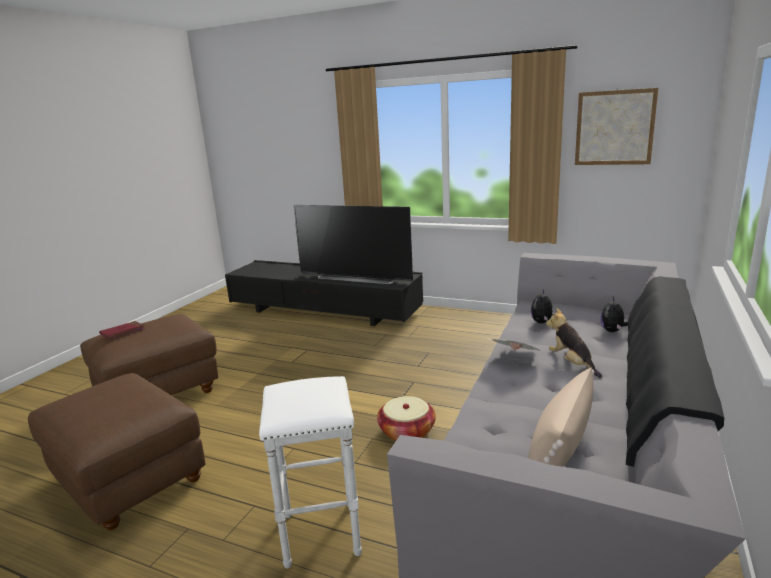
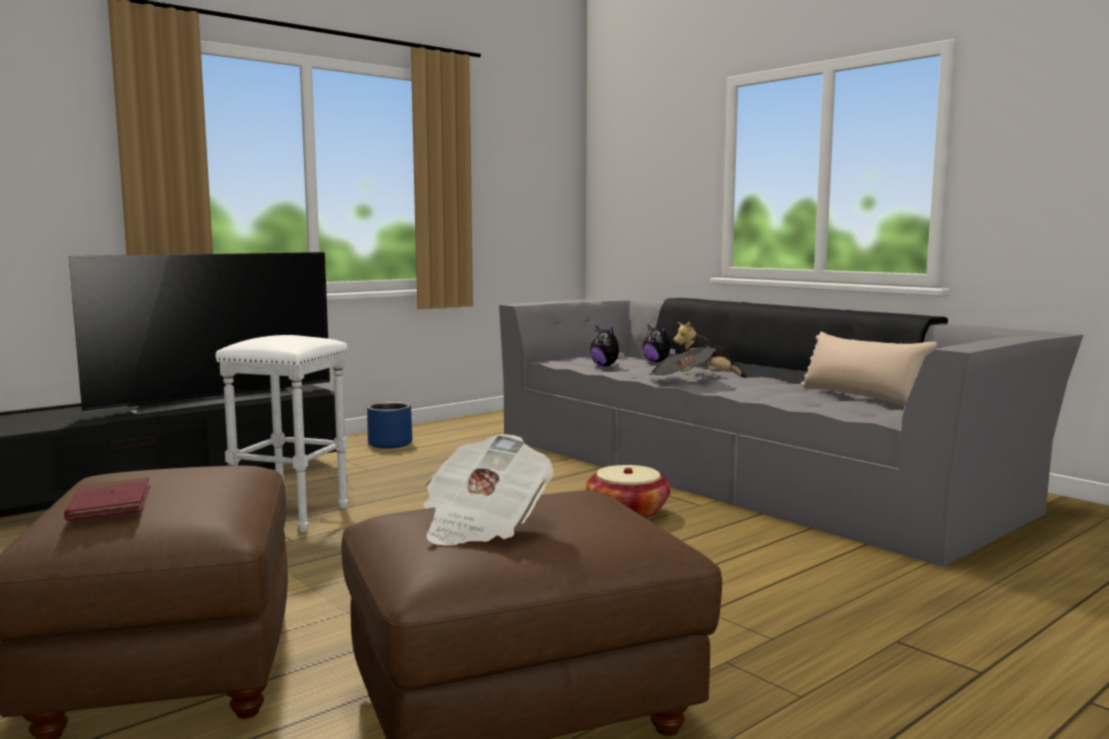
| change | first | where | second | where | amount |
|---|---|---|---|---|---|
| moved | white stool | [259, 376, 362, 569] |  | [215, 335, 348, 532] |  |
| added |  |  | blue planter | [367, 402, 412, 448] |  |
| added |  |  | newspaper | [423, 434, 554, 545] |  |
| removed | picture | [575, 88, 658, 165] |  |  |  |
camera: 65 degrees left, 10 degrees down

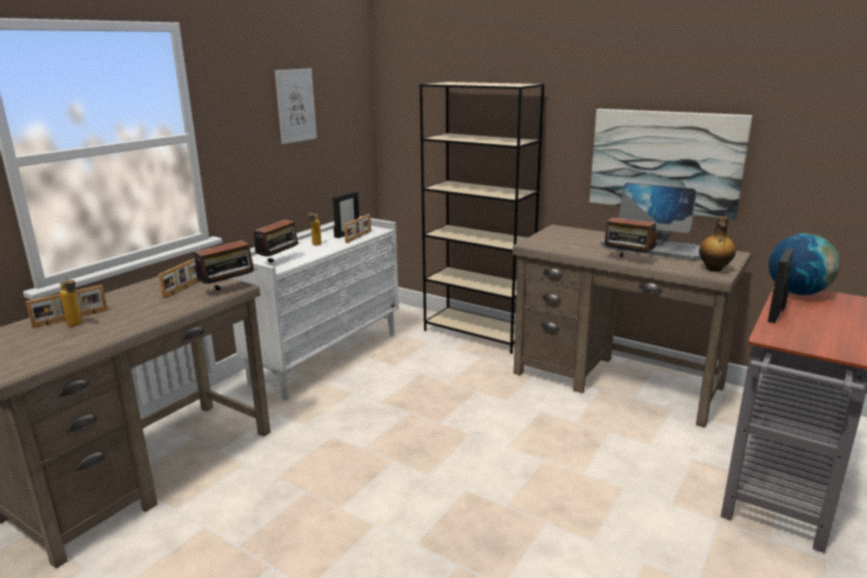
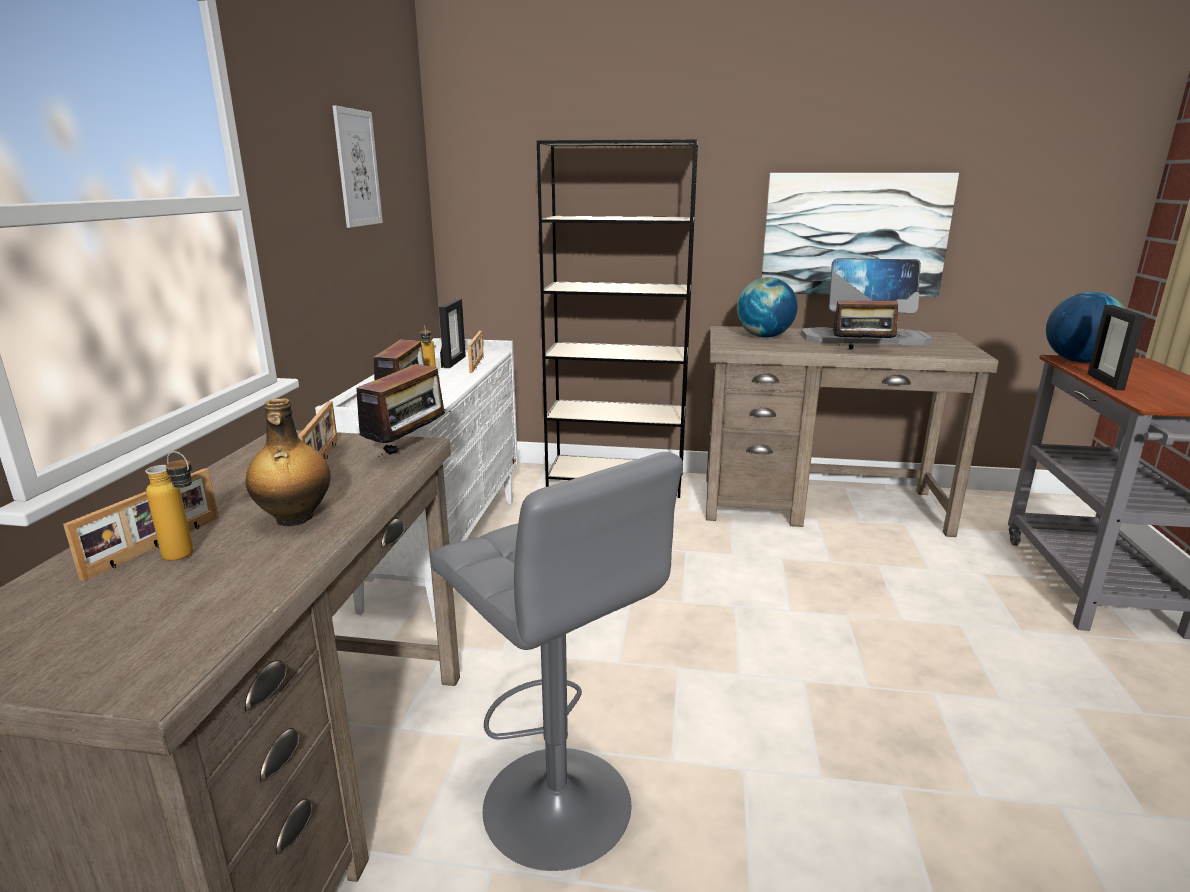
| change | first | where | second | where | amount |
|---|---|---|---|---|---|
| moved | bottle | [699, 216, 736, 272] |  | [246, 398, 330, 527] |  |
| added |  |  | grey stool | [431, 452, 683, 871] |  |
| added |  |  | globe | [737, 277, 798, 338] |  |
camera: 25 degrees left, 0 degrees up

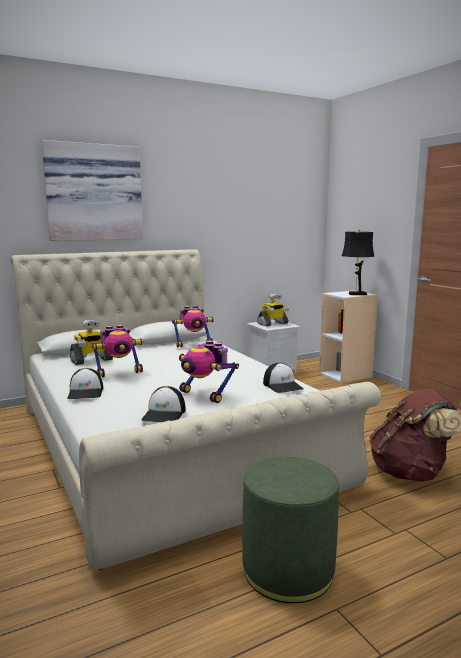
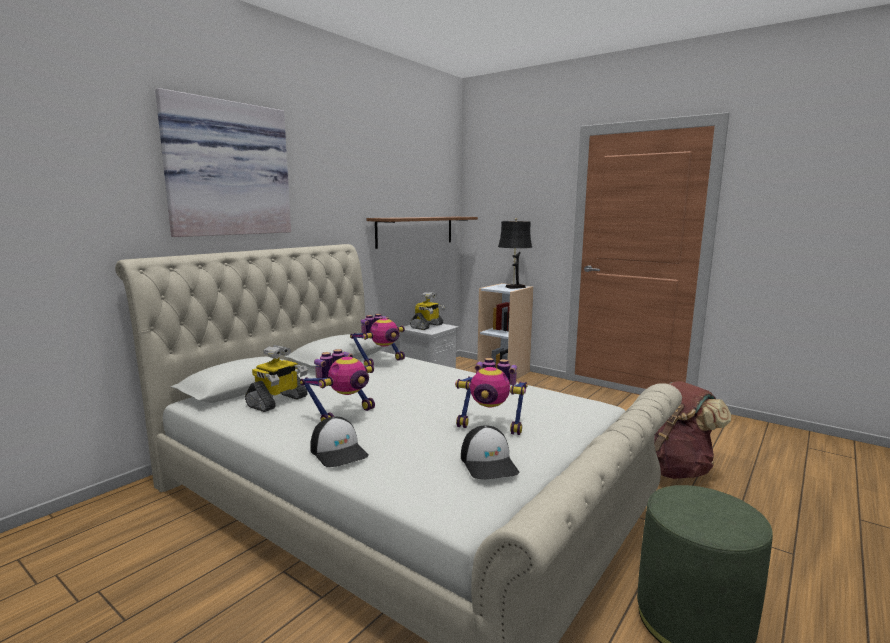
| change | first | where | second | where | amount |
|---|---|---|---|---|---|
| added |  |  | shelf | [367, 217, 478, 249] |  |
| removed | cap | [263, 363, 304, 393] |  |  |  |
camera: 25 degrees left, 0 degrees up

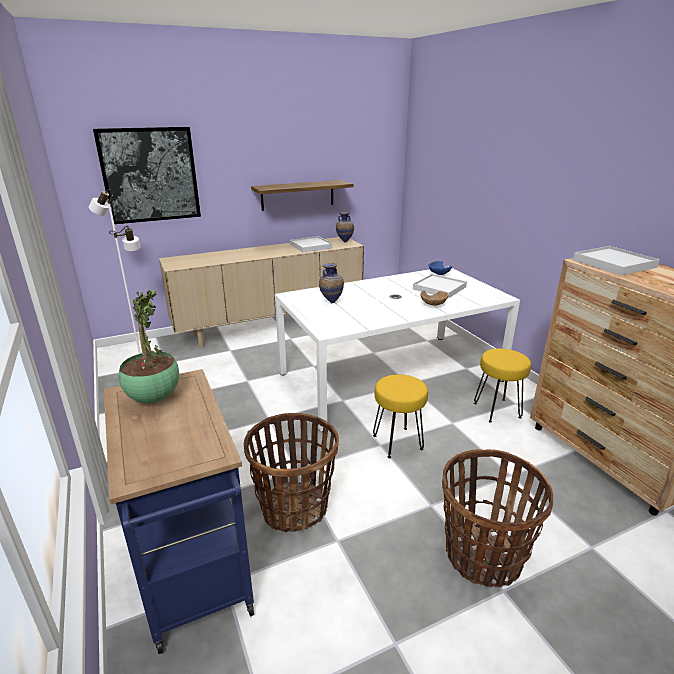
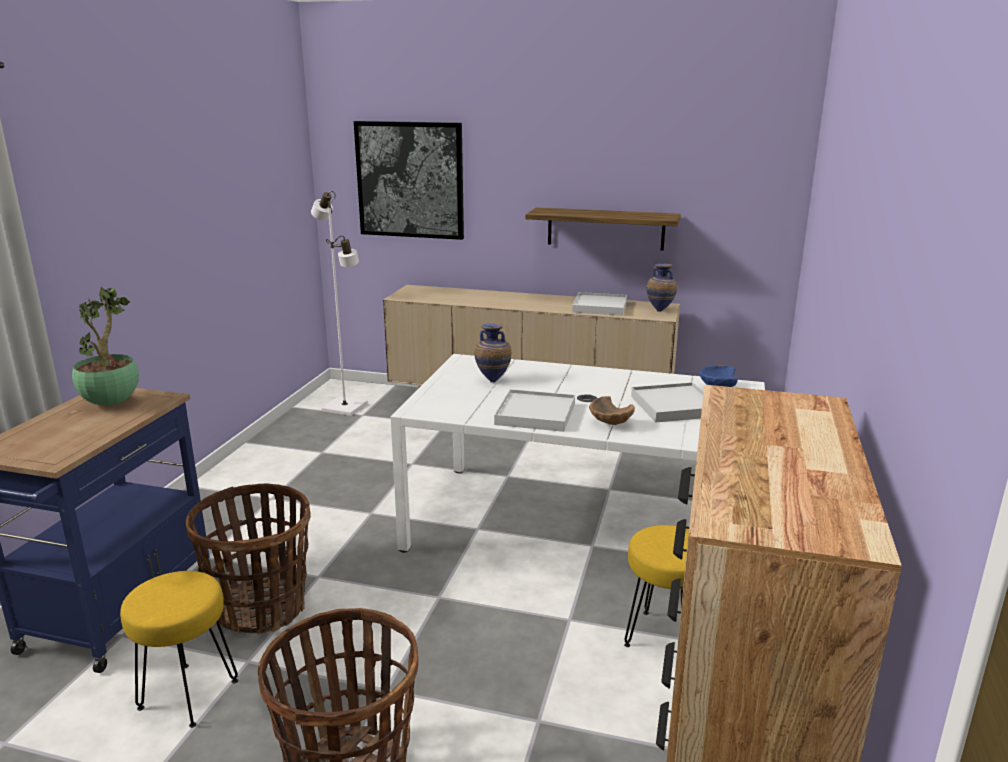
| change | first | where | second | where | amount |
|---|---|---|---|---|---|
| moved | yellow stool | [373, 374, 428, 458] |  | [120, 571, 238, 728] |  |
| moved | white tray | [573, 246, 660, 276] |  | [494, 389, 575, 432] |  |
camera: 40 degrees right, 5 degrees down

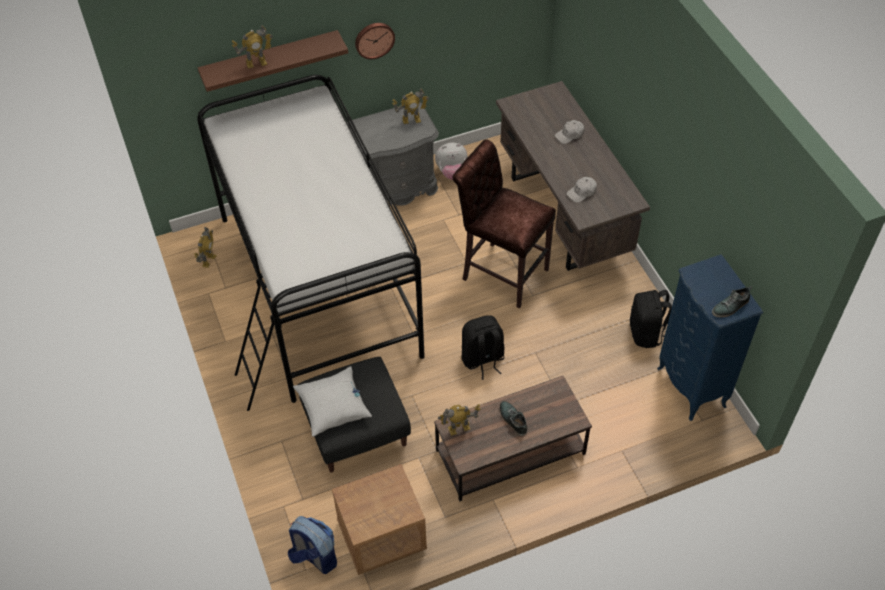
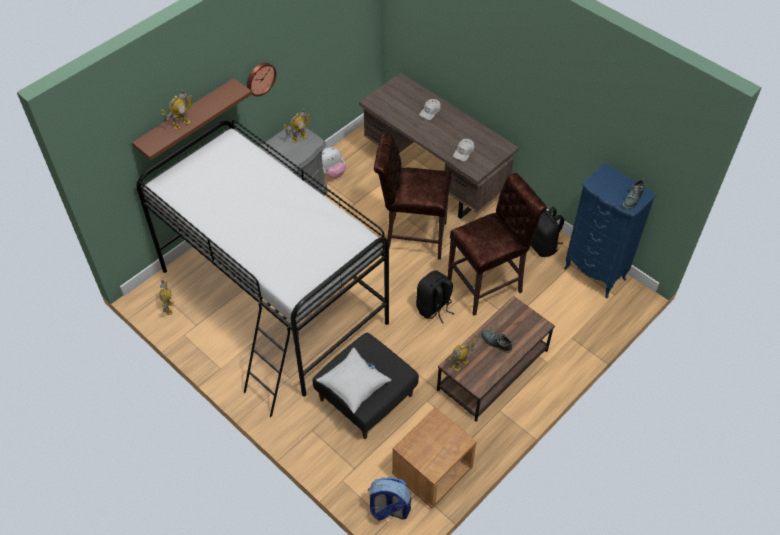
| change | first | where | second | where | amount |
|---|---|---|---|---|---|
| added |  |  | brown stool | [448, 173, 547, 315] |  |
camera: 25 degrees left, 0 degrees up

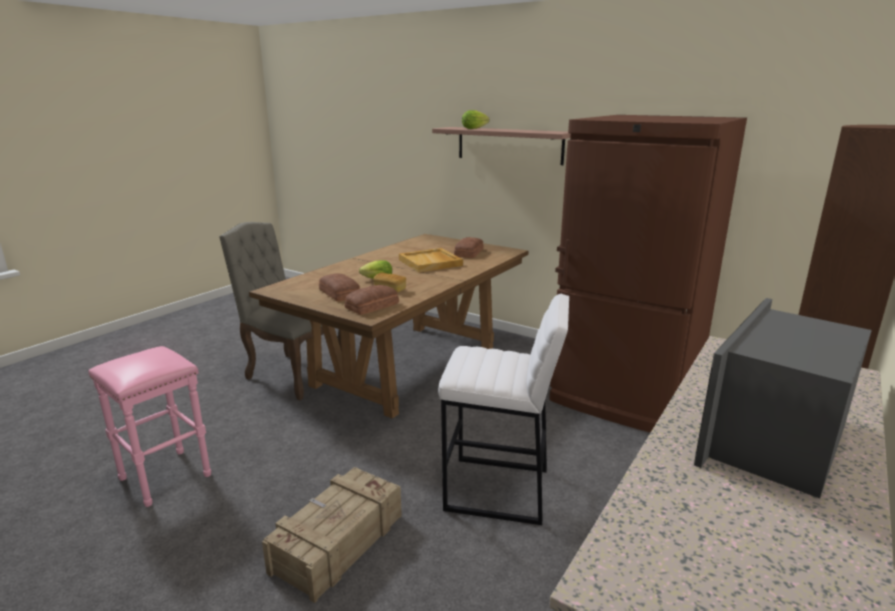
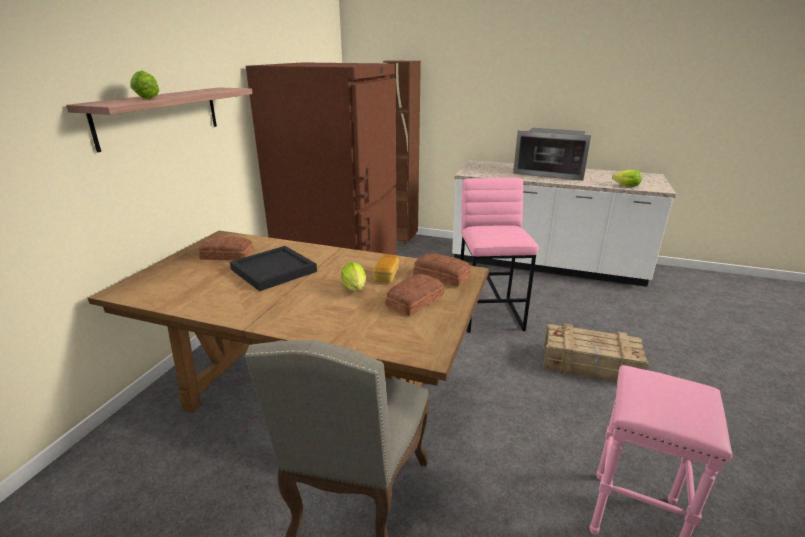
| change | first | where | second | where | amount |
|---|---|---|---|---|---|
| recoloured | beige tray | [399, 248, 463, 273] | black tray | [230, 246, 317, 291] |  |
| recoloured | white stool | [438, 294, 569, 525] | pink stool | [460, 178, 538, 333] |  |
| added |  |  | lettuce | [612, 170, 642, 187] |  |
camera: 105 degrees left, 5 degrees up

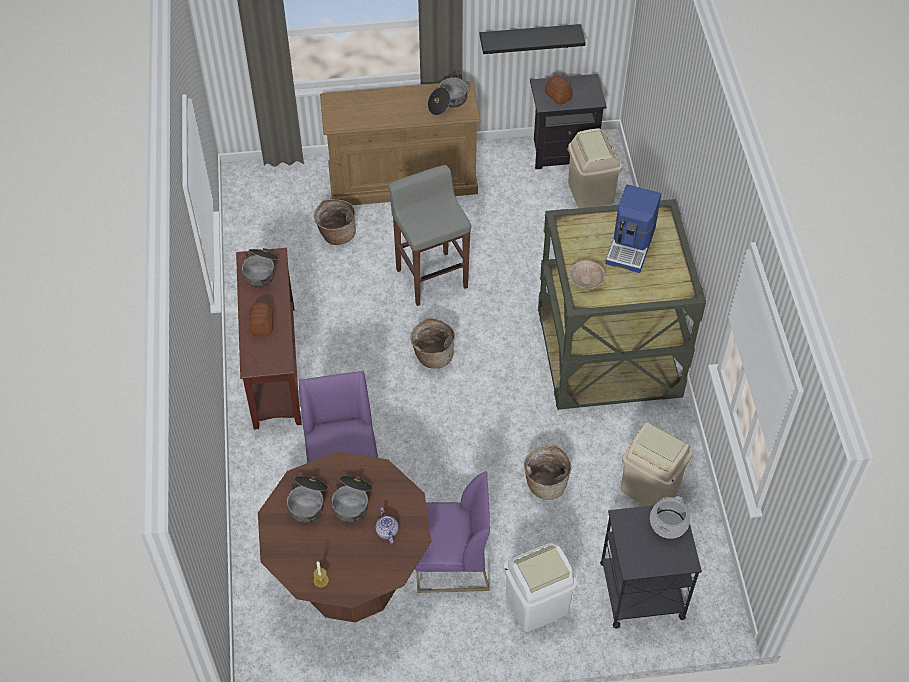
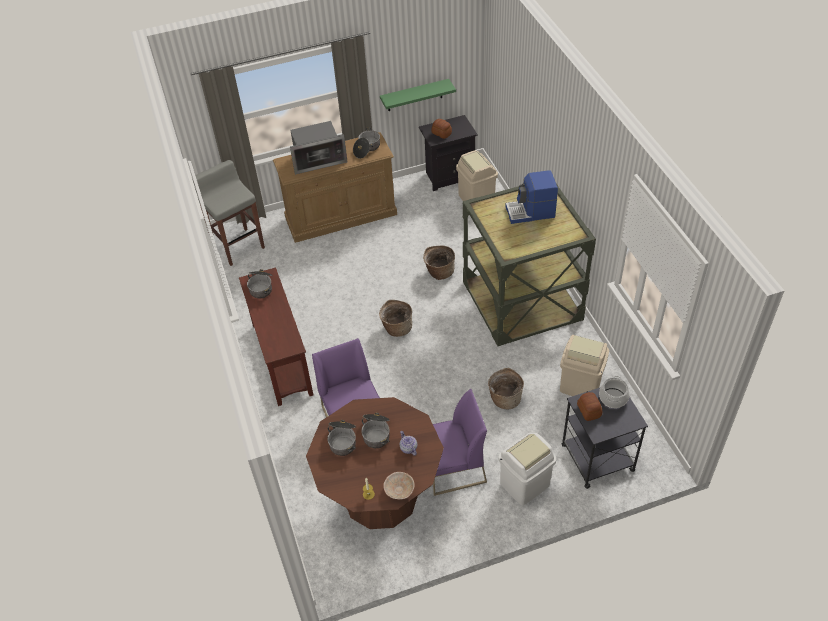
| change | first | where | second | where | amount |
|---|---|---|---|---|---|
| moved | grey stool | [388, 165, 471, 306] |  | [192, 160, 265, 266] |  |
| added |  |  | microwave | [290, 121, 347, 175] |  |
| recoloured | black shelf | [480, 24, 586, 54] | green shelf | [380, 79, 456, 111] |  |
| moved | beige bowl | [569, 260, 605, 289] |  | [383, 472, 415, 499] |  |
| moved | basket | [314, 199, 356, 245] |  | [423, 246, 455, 280] |  |
| turned | coffee machine | [605, 185, 661, 273] |  | [505, 170, 558, 224] | 75 degrees clockwise |
| moved | bread | [249, 303, 273, 336] |  | [577, 392, 602, 421] |  |
camera: 10 degrees left, 5 degrees down

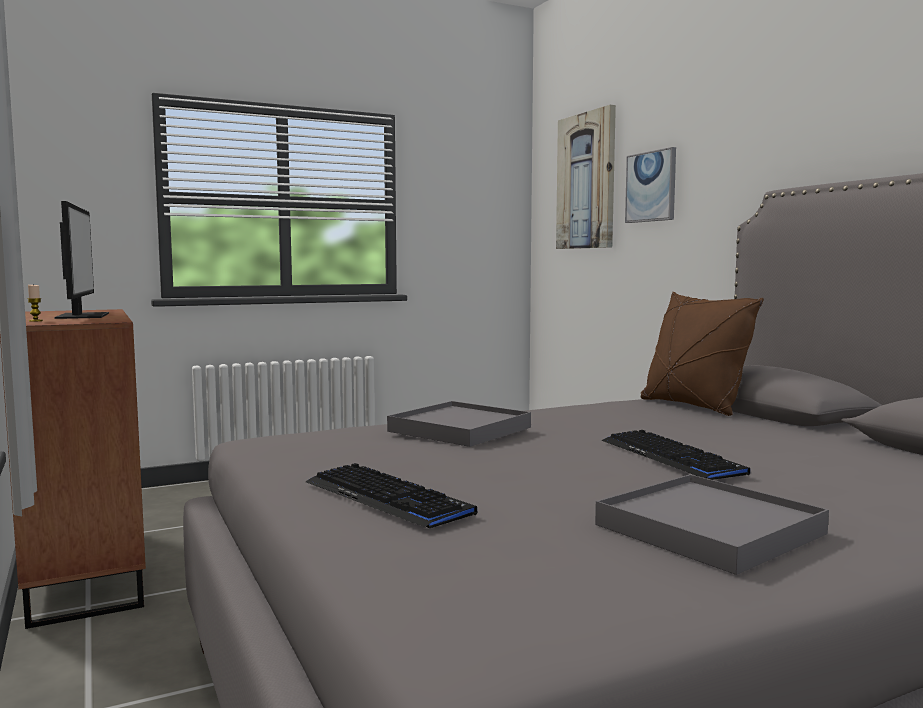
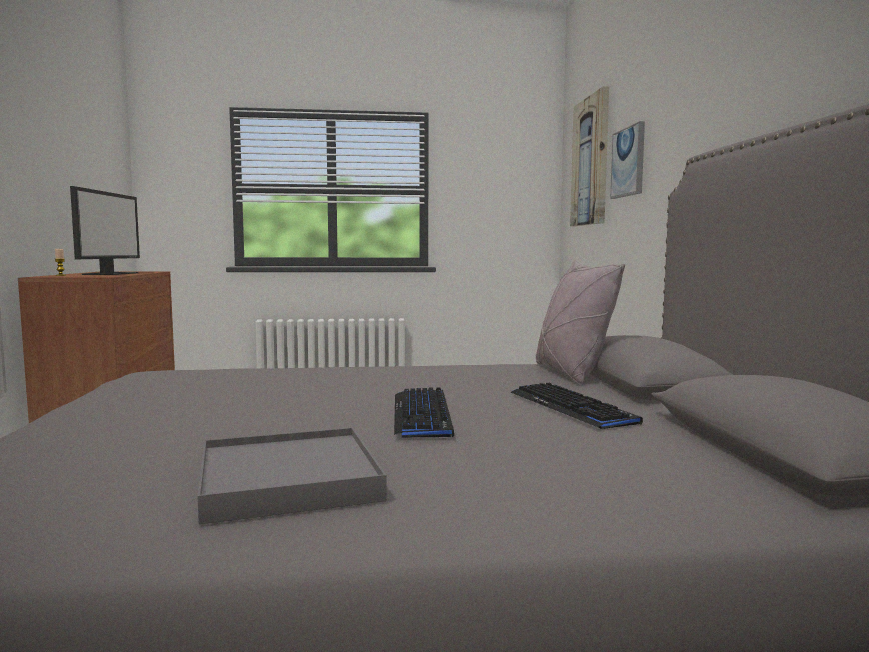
| change | first | where | second | where | amount |
|---|---|---|---|---|---|
| moved | keyboard | [306, 463, 478, 528] |  | [511, 383, 643, 429] |  |
| recoloured | brown pillow | [641, 292, 764, 416] | purple pillow | [535, 260, 625, 384] |  |
| removed | grey tray | [387, 401, 531, 447] |  |  |  |
camera: 20 degrees right, 0 degrees up

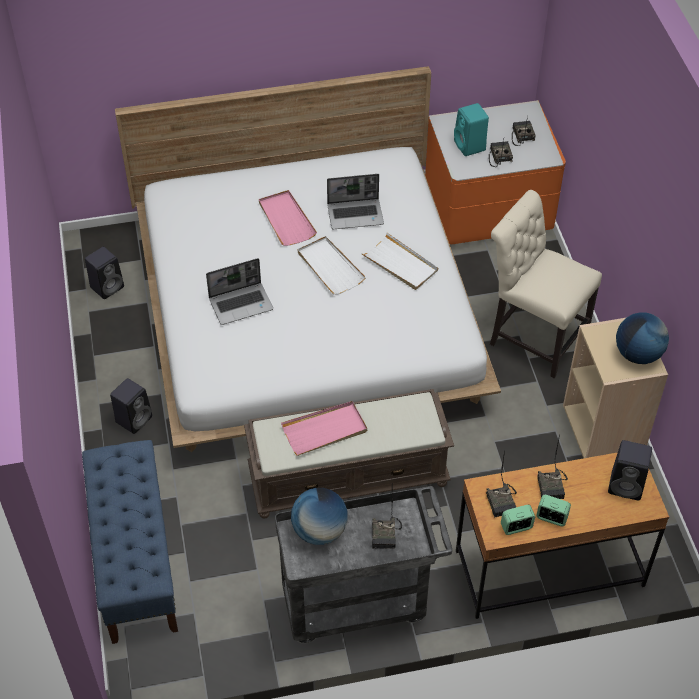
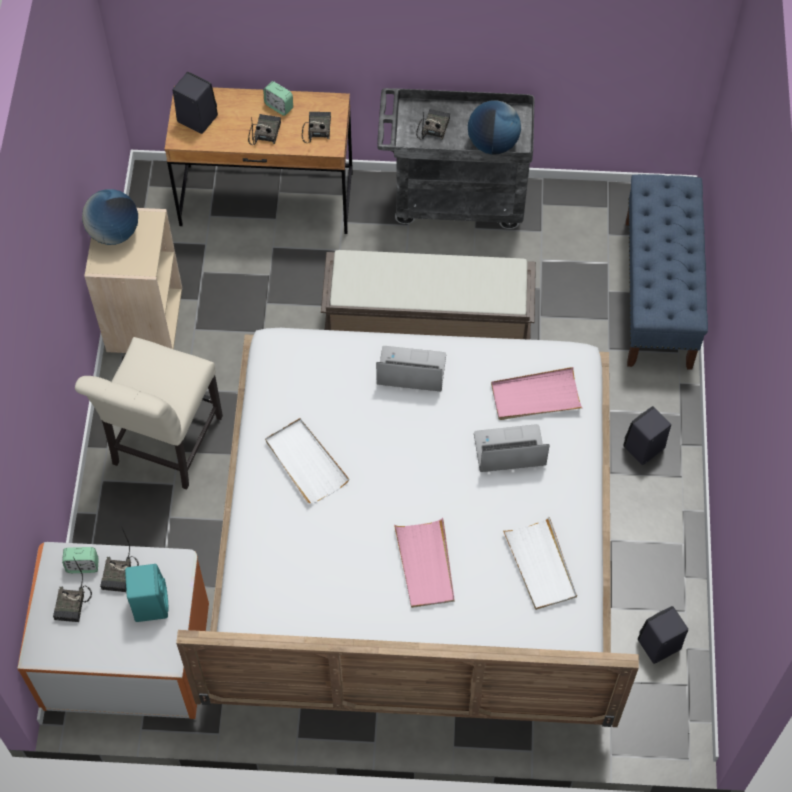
| change | first | where | second | where | amount |
|---|---|---|---|---|---|
| moved | alarm clock | [501, 505, 535, 535] |  | [62, 547, 99, 573] |  |
| turned | beige chair | [490, 190, 602, 378] |  | [75, 337, 223, 490] | 60 degrees clockwise |
| moved | laptop | [327, 174, 384, 229] |  | [376, 346, 446, 391] |  |
| moved | pink tray | [281, 401, 367, 456] |  | [491, 367, 583, 420] |  |
| moved | white tray | [298, 236, 366, 295] |  | [503, 516, 577, 610] |  |
camera: 165 degrees left, 10 degrees up

